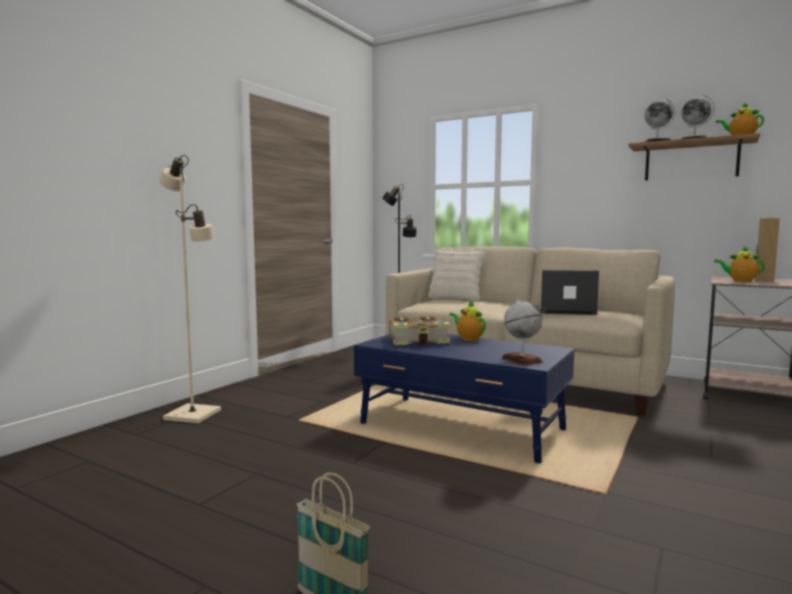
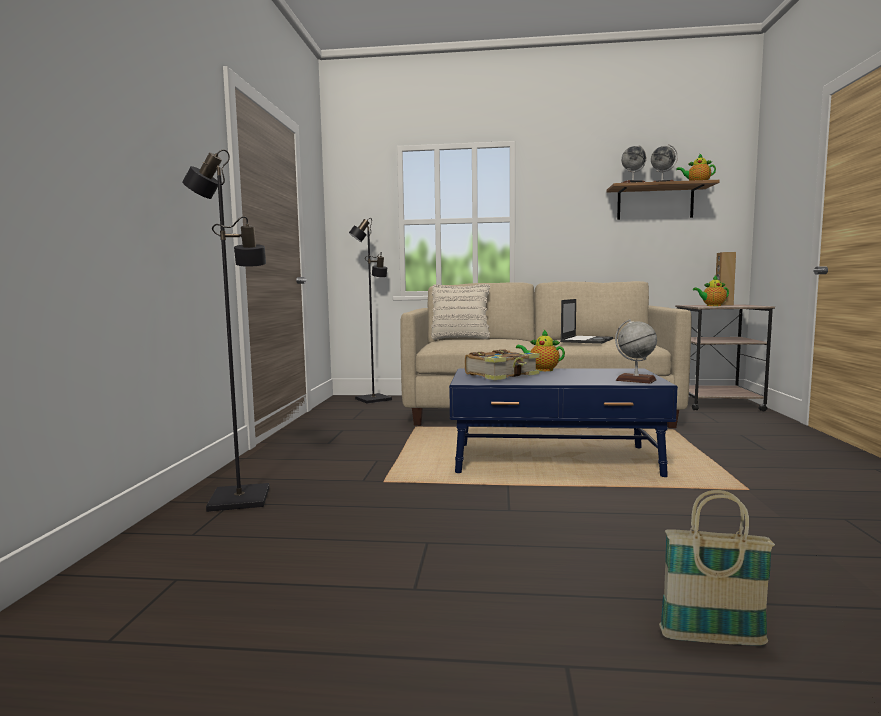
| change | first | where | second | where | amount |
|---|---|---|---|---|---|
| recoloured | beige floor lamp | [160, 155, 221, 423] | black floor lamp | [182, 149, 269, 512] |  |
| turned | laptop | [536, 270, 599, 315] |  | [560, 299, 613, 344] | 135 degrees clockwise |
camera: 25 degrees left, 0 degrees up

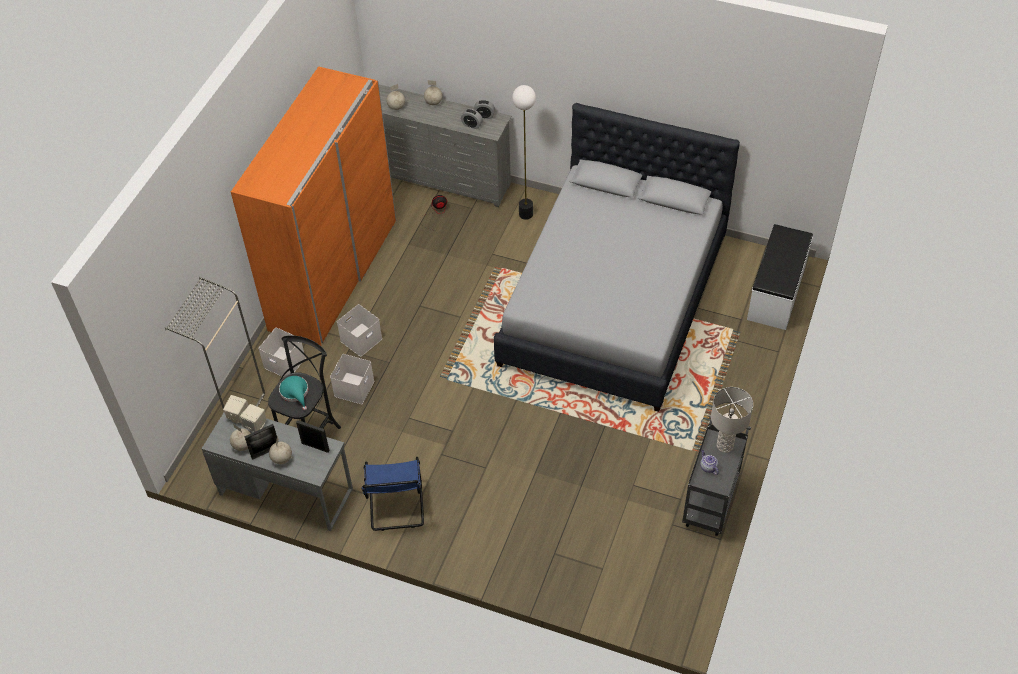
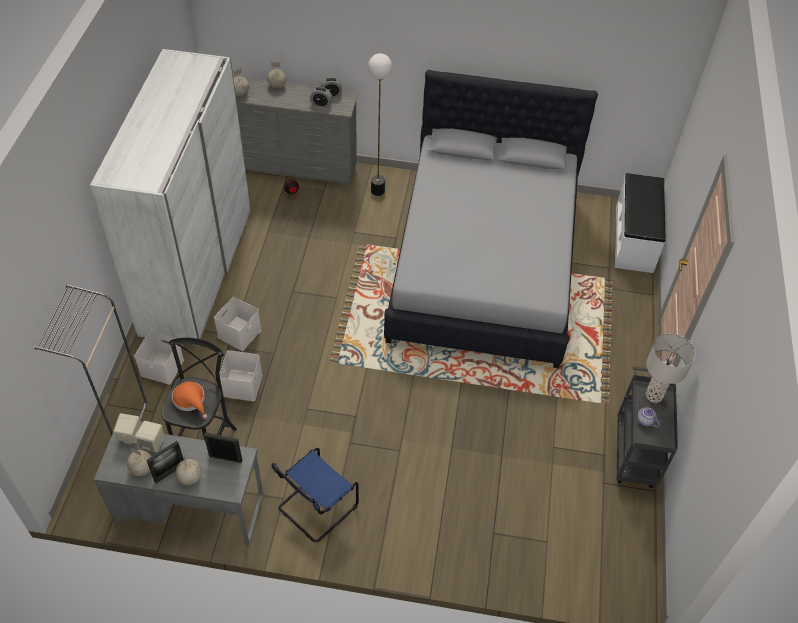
| change | first | where | second | where | amount |
|---|---|---|---|---|---|
| recoloured | orange wardrobe | [231, 66, 396, 346] | white wardrobe | [90, 49, 251, 346] |  |
| recoloured | turquoise hat | [279, 376, 309, 410] | orange hat | [172, 382, 207, 419] |  |
| turned | blue chair | [361, 457, 424, 531] |  | [272, 448, 359, 542] | 60 degrees clockwise |
camera: 15 degrees left, 0 degrees up

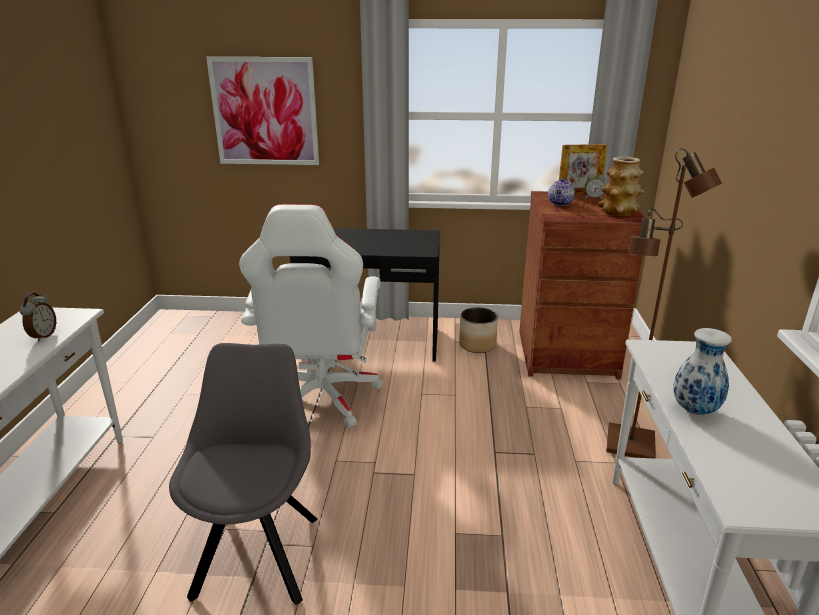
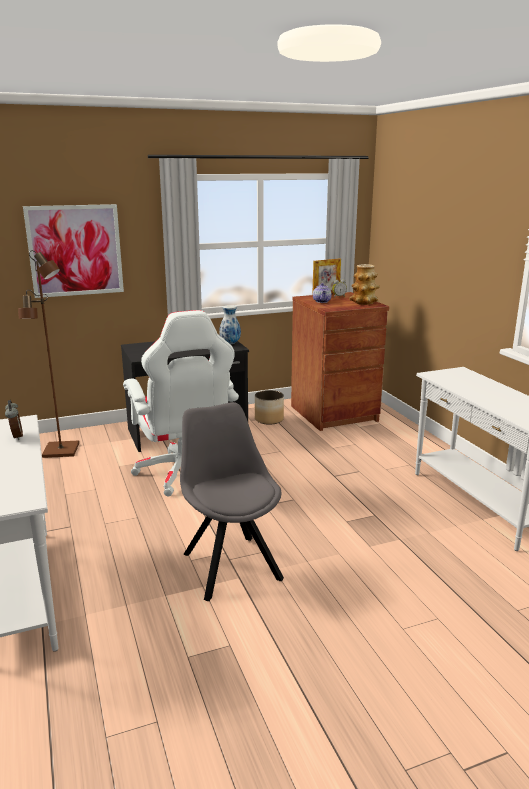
| change | first | where | second | where | amount |
|---|---|---|---|---|---|
| moved | brown floor lamp | [606, 148, 722, 459] |  | [18, 250, 79, 458] |  |
| moved | vase | [673, 328, 732, 415] |  | [219, 305, 241, 344] |  |
camera: 25 degrees left, 5 degrees down

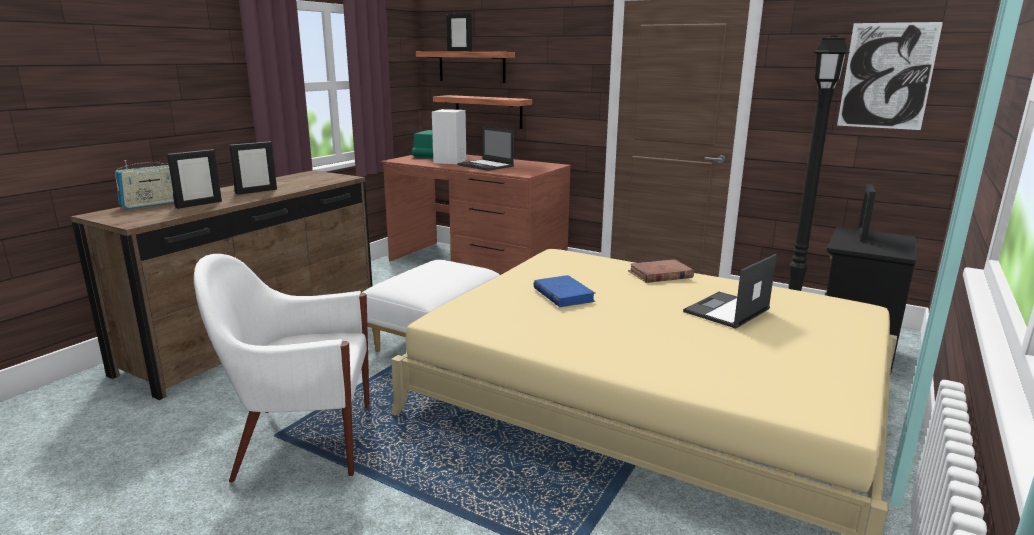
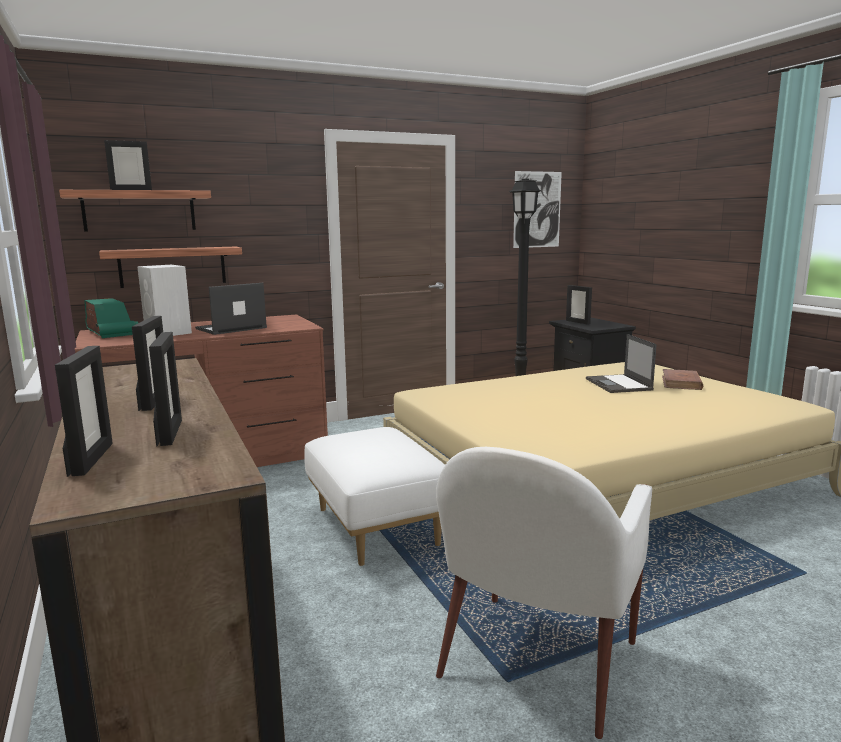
| change | first | where | second | where | amount |
|---|---|---|---|---|---|
| replaced | radio | [115, 160, 174, 209] | picture frame | [55, 346, 113, 477] |  |
| turned | laptop | [458, 126, 514, 171] |  | [195, 283, 267, 335] | 150 degrees clockwise |
| moved | brown book | [628, 259, 694, 283] |  | [662, 369, 703, 390] |  |
| removed | blue book | [533, 275, 595, 307] |  |  |  |
camera: 55 degrees left, 5 degrees down

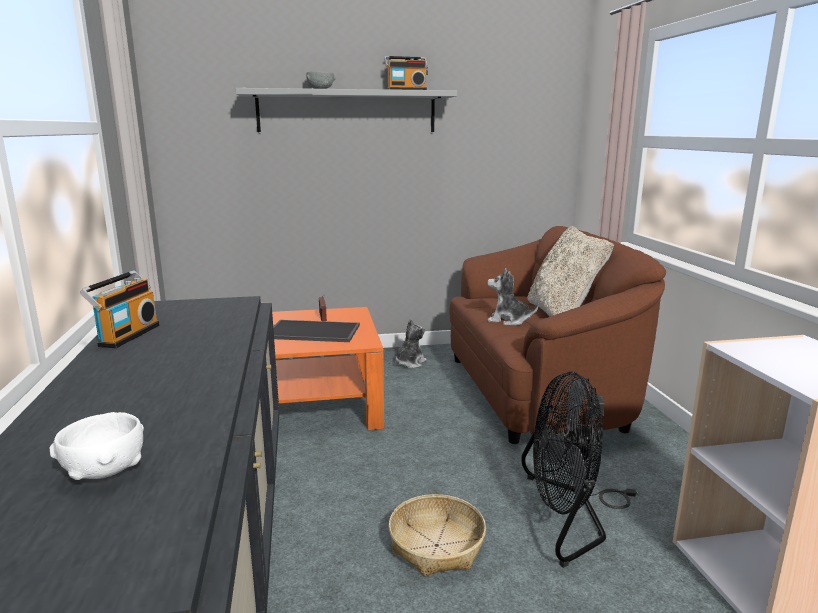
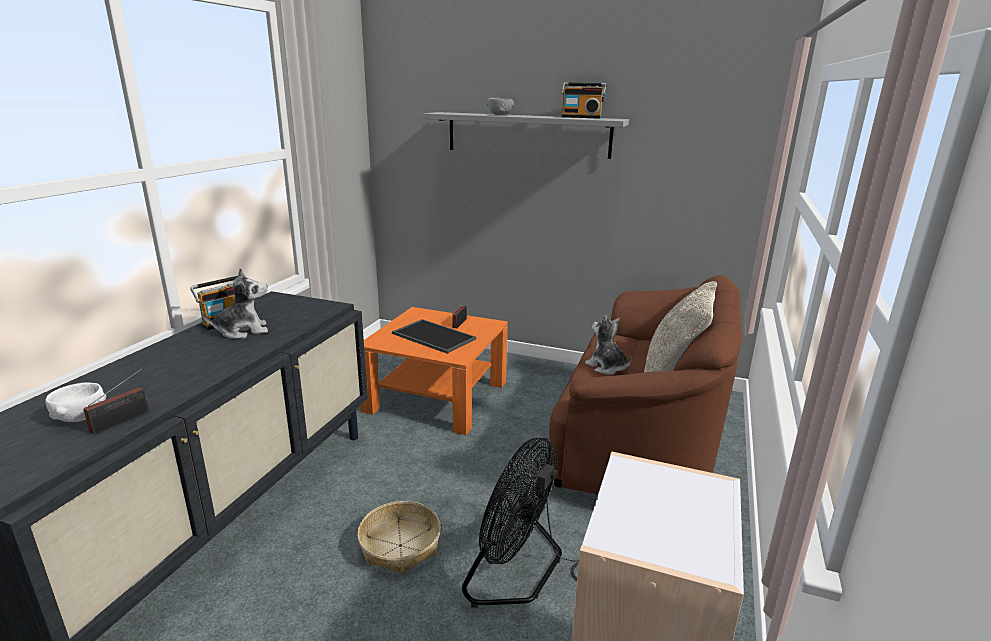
| change | first | where | second | where | amount |
|---|---|---|---|---|---|
| added |  |  | radio | [84, 368, 149, 435] |  |
| moved | plush toy | [395, 319, 427, 369] |  | [202, 267, 268, 339] |  |
camera: 30 degrees right, 5 degrees up

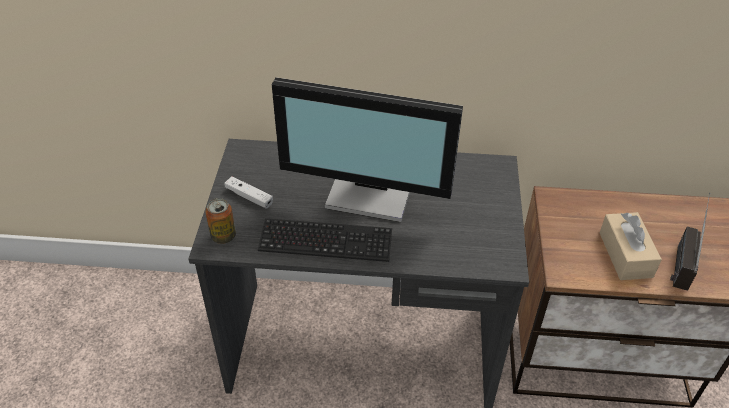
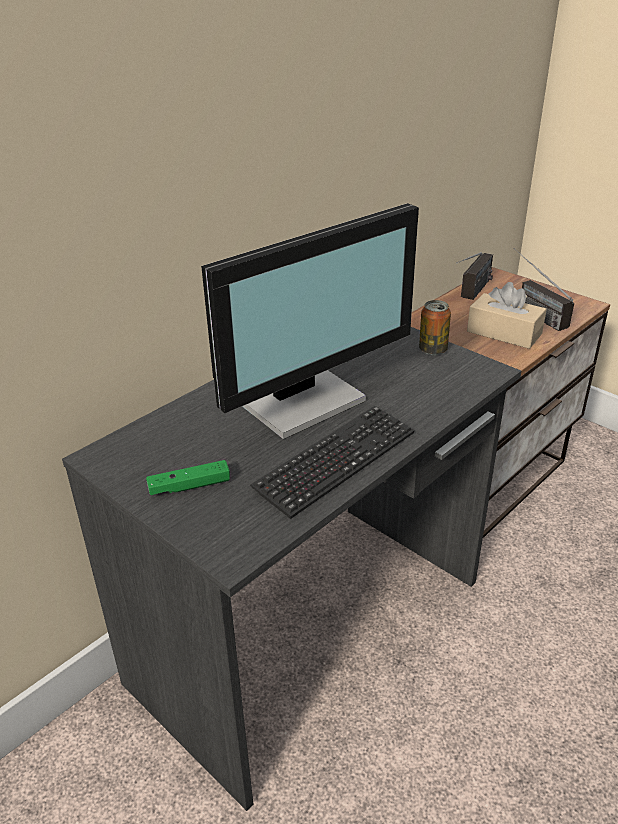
| change | first | where | second | where | amount |
|---|---|---|---|---|---|
| recoloured | white game controller | [224, 177, 273, 209] | green game controller | [146, 460, 230, 495] |  |
| moved | can | [205, 198, 236, 244] |  | [419, 300, 451, 355] |  |
| added |  |  | radio | [456, 252, 493, 300] |  |
camera: 50 degrees left, 10 degrees down

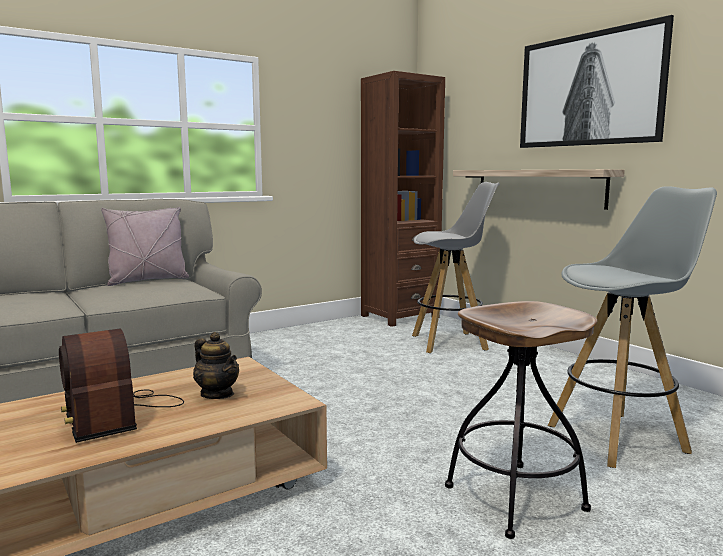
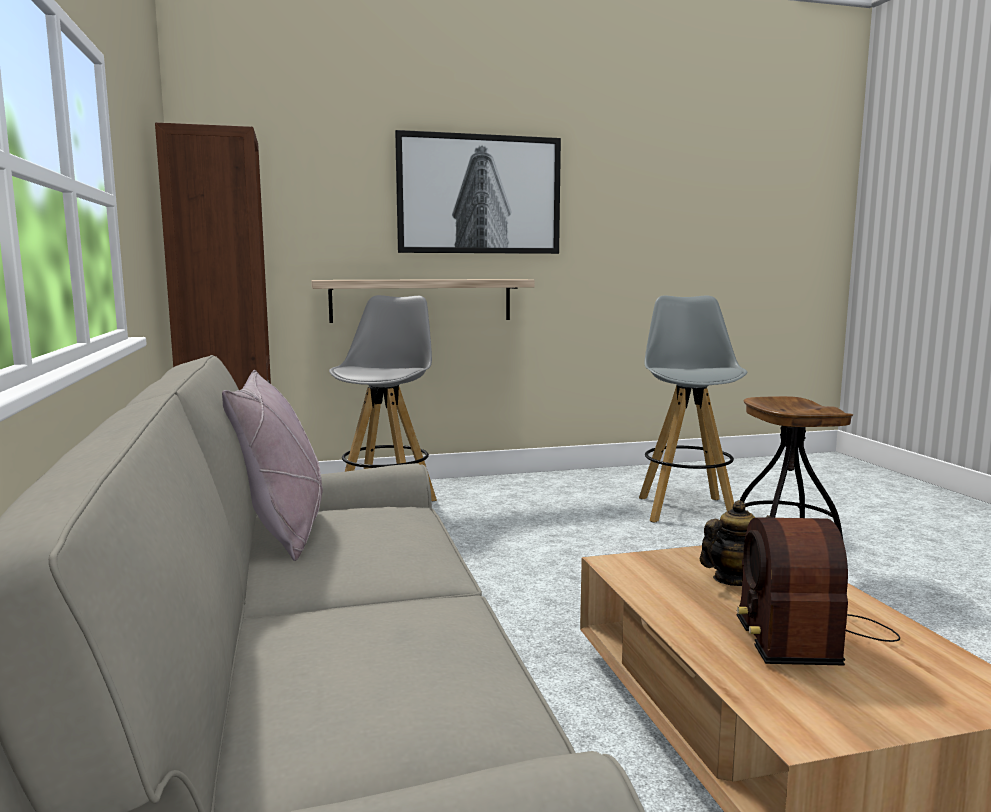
| change | first | where | second | where | amount |
|---|---|---|---|---|---|
| turned | radio | [59, 329, 184, 443] |  | [737, 518, 900, 666] | 105 degrees clockwise |
camera: 70 degrees left, 0 degrees up

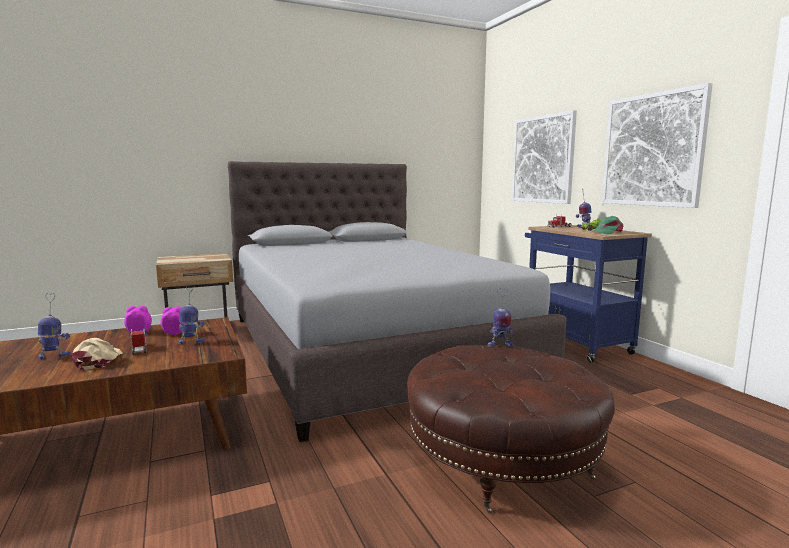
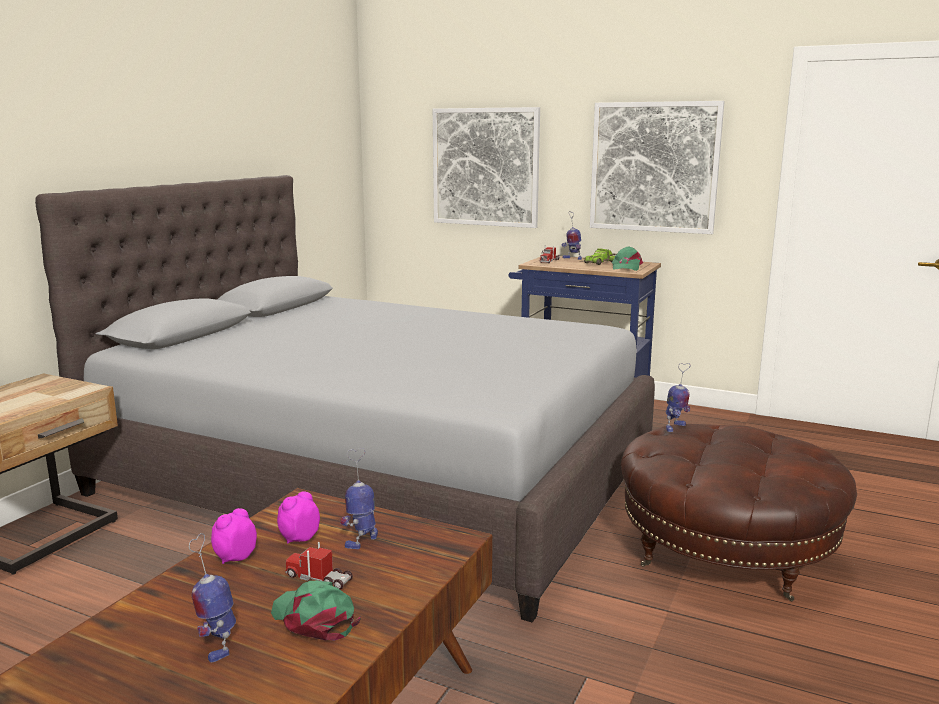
| change | first | where | second | where | amount |
|---|---|---|---|---|---|
| turned | toy robot | [38, 293, 71, 360] |  | [189, 533, 236, 663] | 45 degrees counterclockwise |
| recoloured | beige cap | [72, 338, 122, 370] | green cap | [271, 581, 361, 641] |  |
camera: 40 degrees left, 5 degrees up

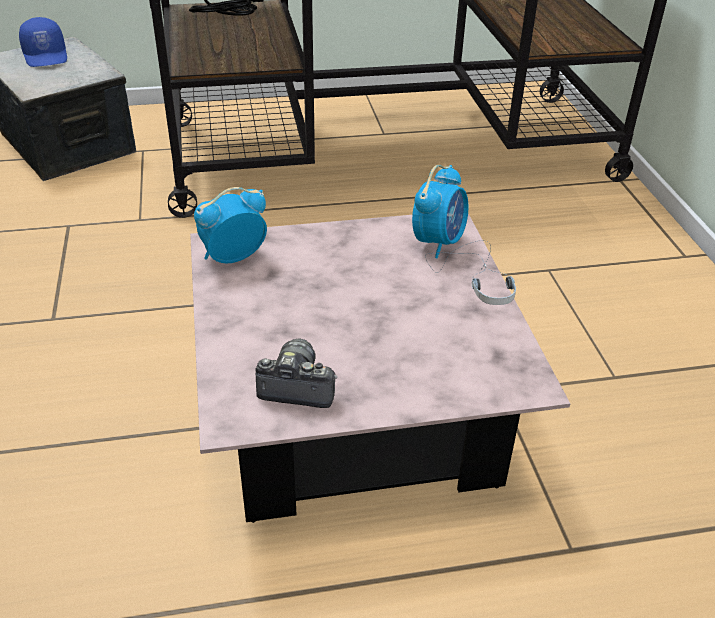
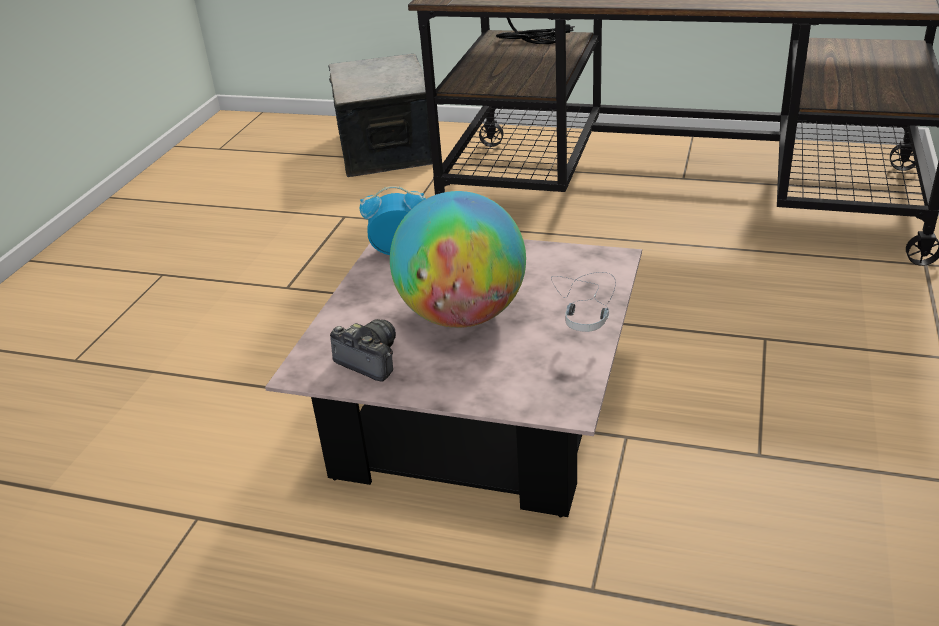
| change | first | where | second | where | amount |
|---|---|---|---|---|---|
| added |  |  | globe | [390, 191, 526, 328] |  |
| removed | blue cap | [19, 17, 67, 67] |  |  |  |
| removed | alarm clock | [412, 165, 468, 258] |  |  |  |
camera: 30 degrees right, 5 degrees down

